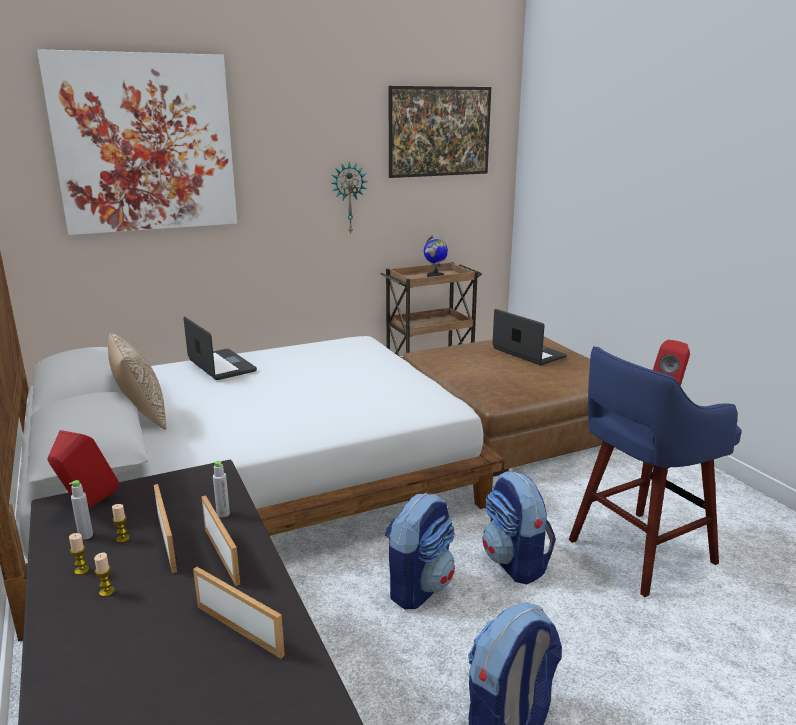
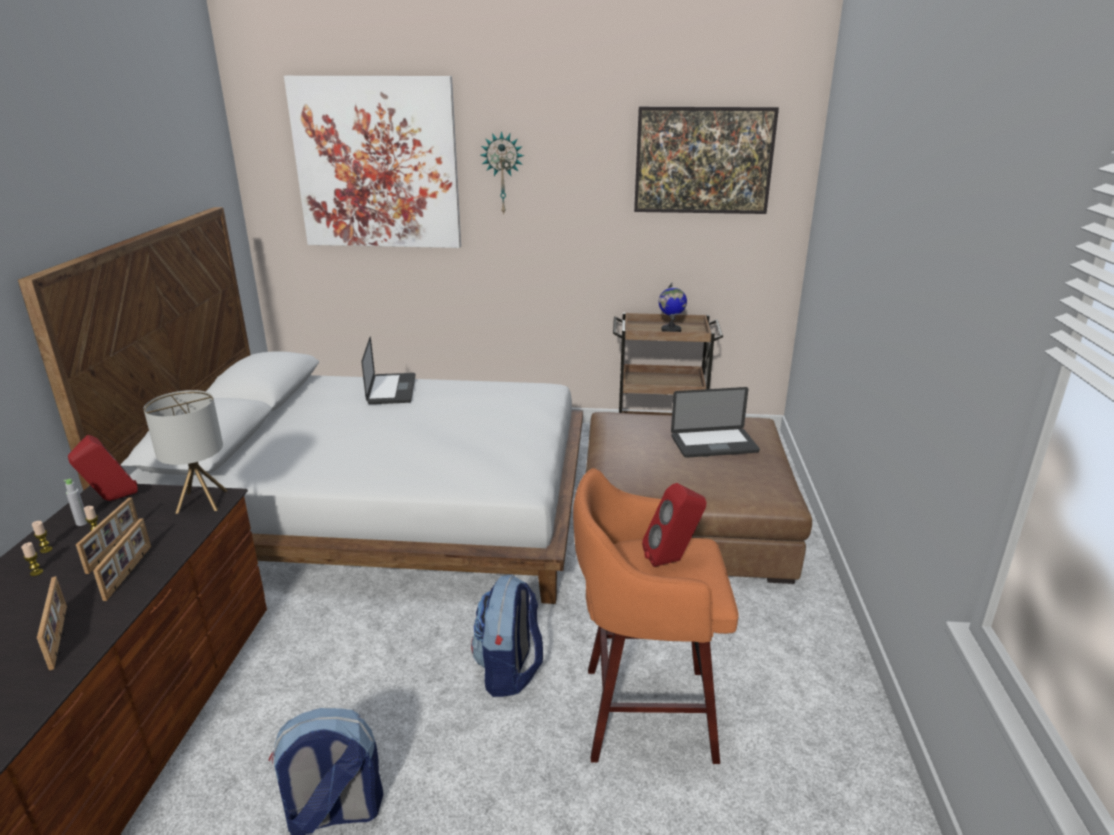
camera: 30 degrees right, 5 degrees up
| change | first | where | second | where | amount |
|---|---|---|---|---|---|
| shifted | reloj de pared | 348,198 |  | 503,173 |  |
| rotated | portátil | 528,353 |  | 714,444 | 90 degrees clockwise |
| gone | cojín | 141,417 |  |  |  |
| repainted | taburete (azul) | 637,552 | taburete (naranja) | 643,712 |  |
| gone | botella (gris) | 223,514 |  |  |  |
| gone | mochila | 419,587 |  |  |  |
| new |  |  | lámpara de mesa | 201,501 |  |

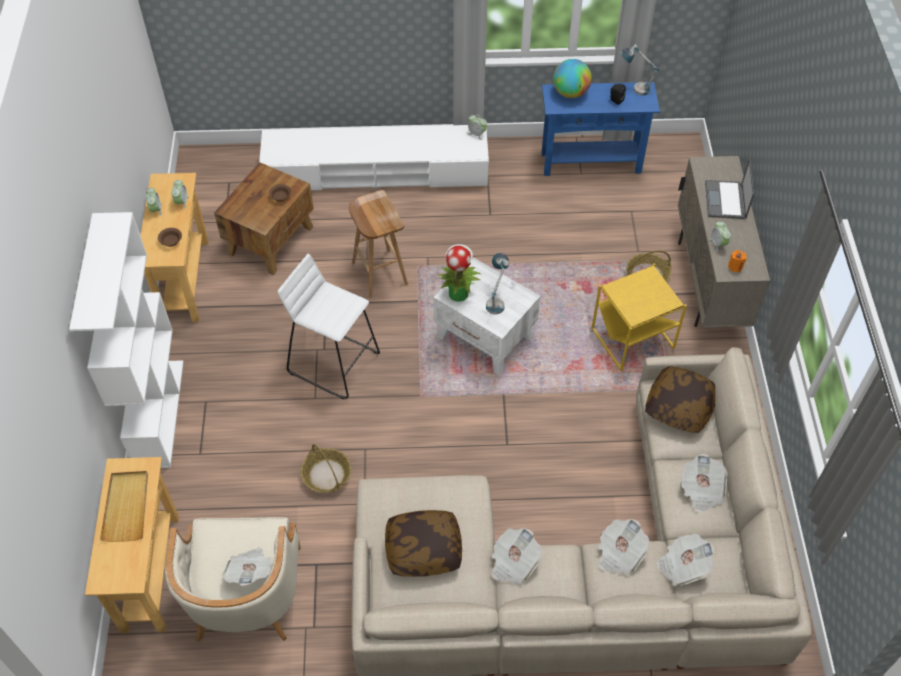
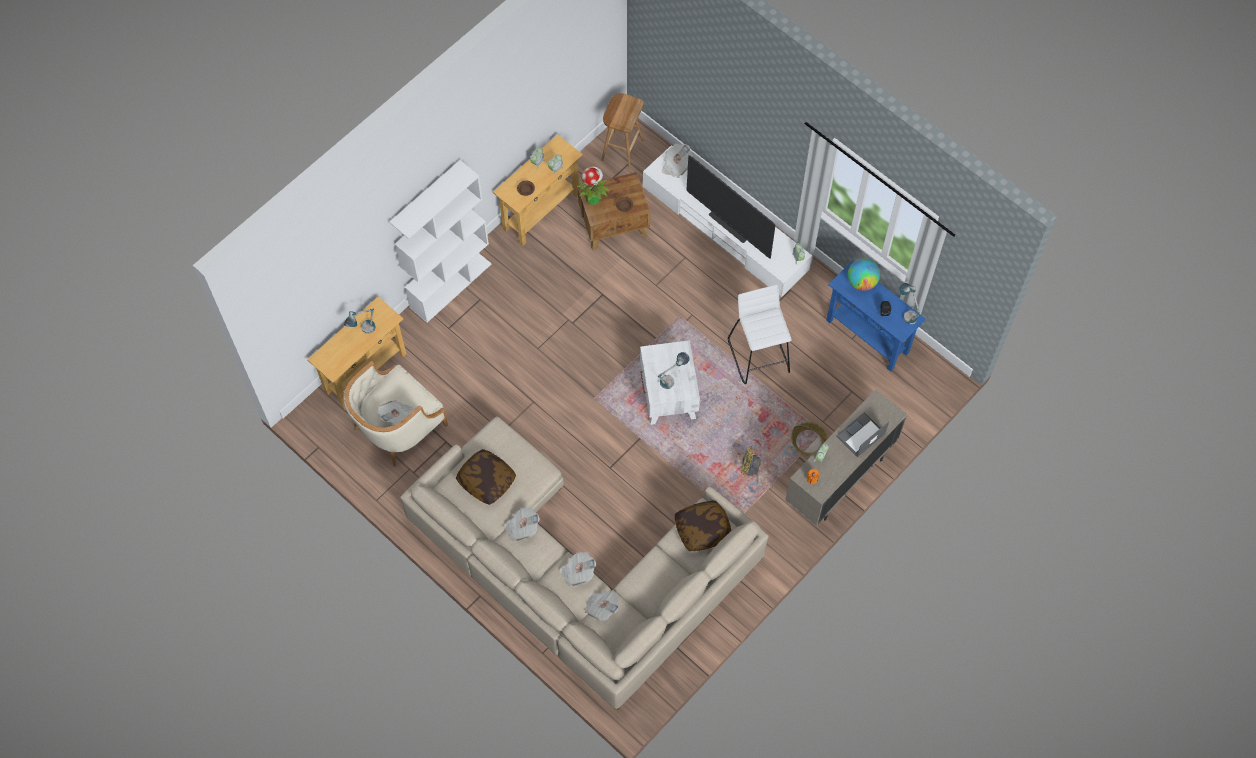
camera: 45 degrees right, 10 degrees up
| change | first | where | second | where | amount |
|---|---|---|---|---|---|
| shifted | taburete (marrón) | 378,273 |  | 622,149 |  |
| shifted | planta en maceta | 458,293 |  | 593,198 |  |
| shifted | taburete (blanco) | 333,362 |  | 759,355 |  |
| swapped | mesa auxiliar (amarillo) | 633,338 | ventilador (amarillo) | 752,472 |  |
| gone | cesta | 326,474 |  |  |  |
| shifted | periódico | 701,490 |  | 676,165 |  |
| swapped | bandeja (beis) | 126,507 | lámpara de mesa | 363,331 |  |
| new |  |  | televisor | 728,226 |  |

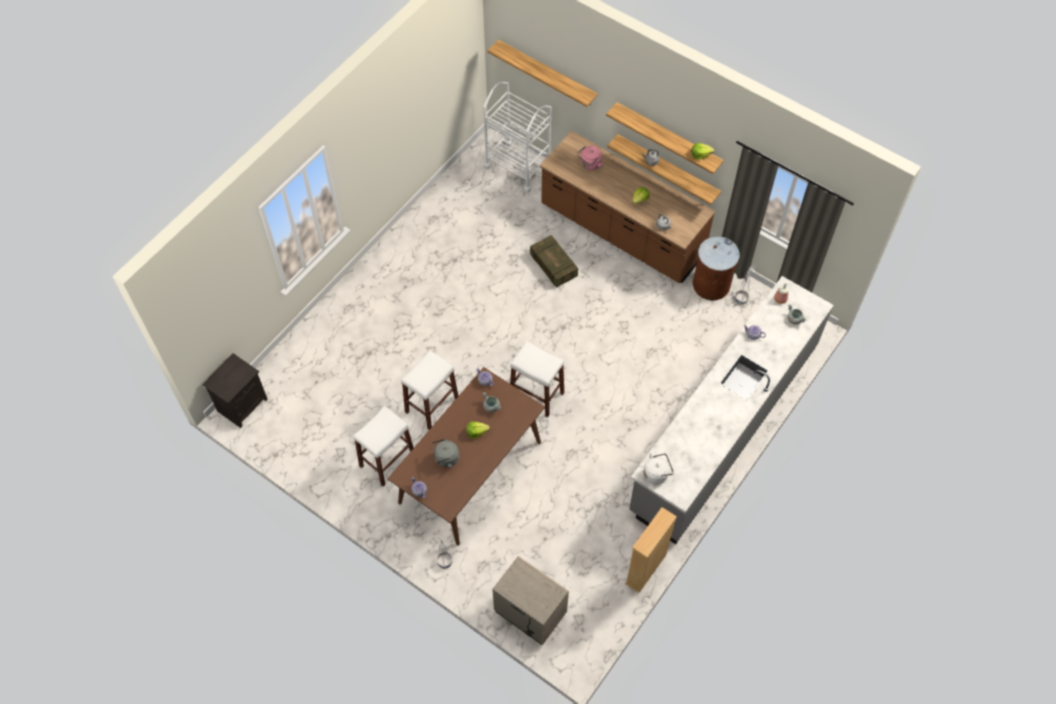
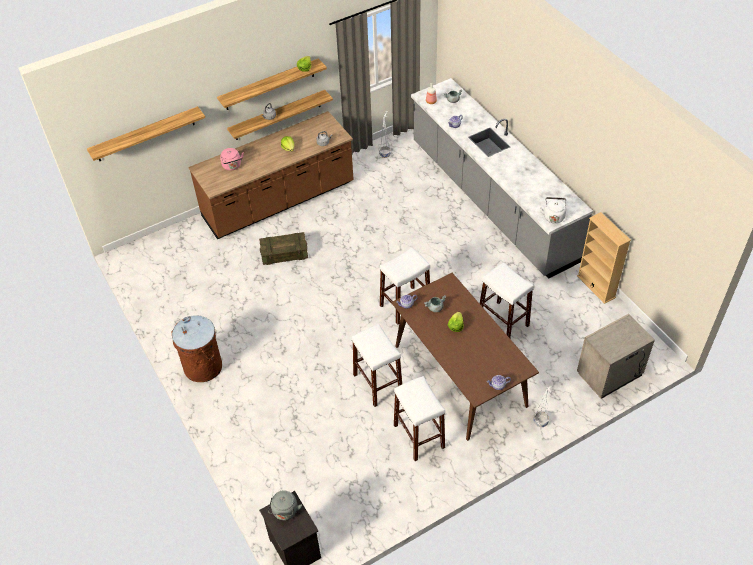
camera: 65 degrees left, 10 degrees down
| change | first | where | second | where | amount |
|---|---|---|---|---|---|
| gone | carrito (blanco) | 518,167 |  |  |  |
| shifted | papelera (marrón) | 711,285 |  | 203,367 |  |
| shifted | hervidor (gris) | 445,458 |  | 285,512 |  |
| new |  |  | taburete (blanco) | 503,321 |  |

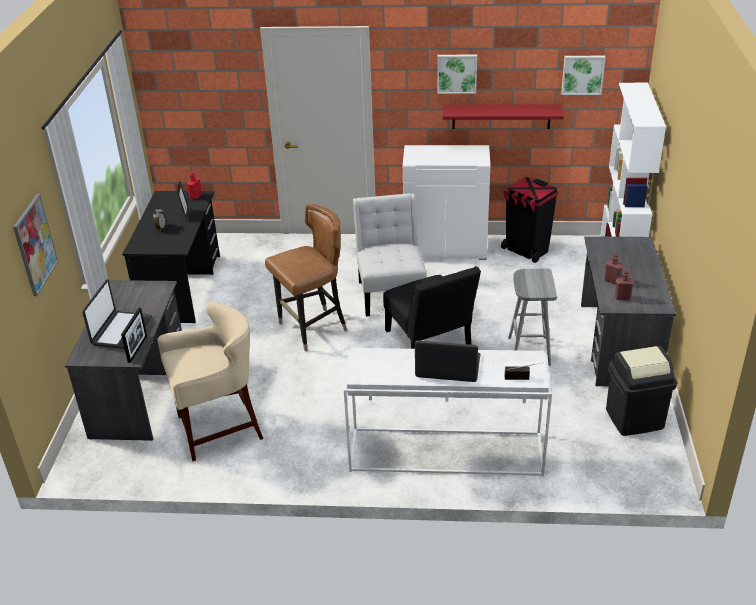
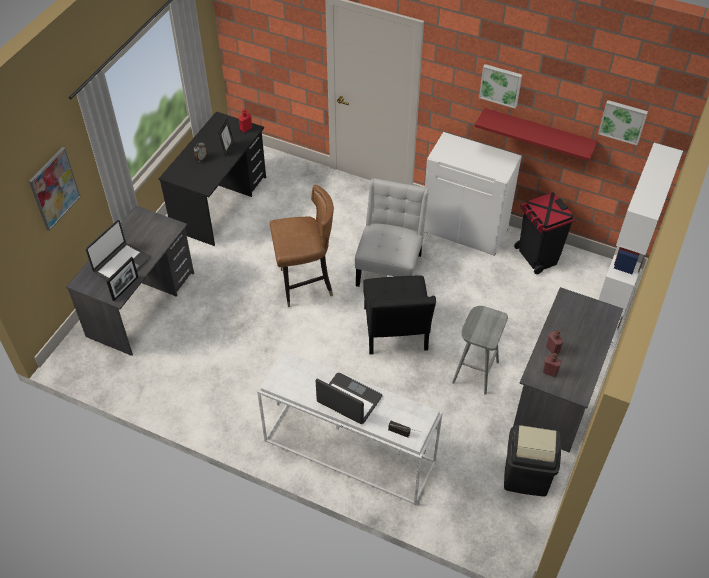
camera: 20 degrees right, 15 degrees up
| change | first | where | second | where | amount |
|---|---|---|---|---|---|
| gone | taburete (beis) | 218,429 |  |  |  |

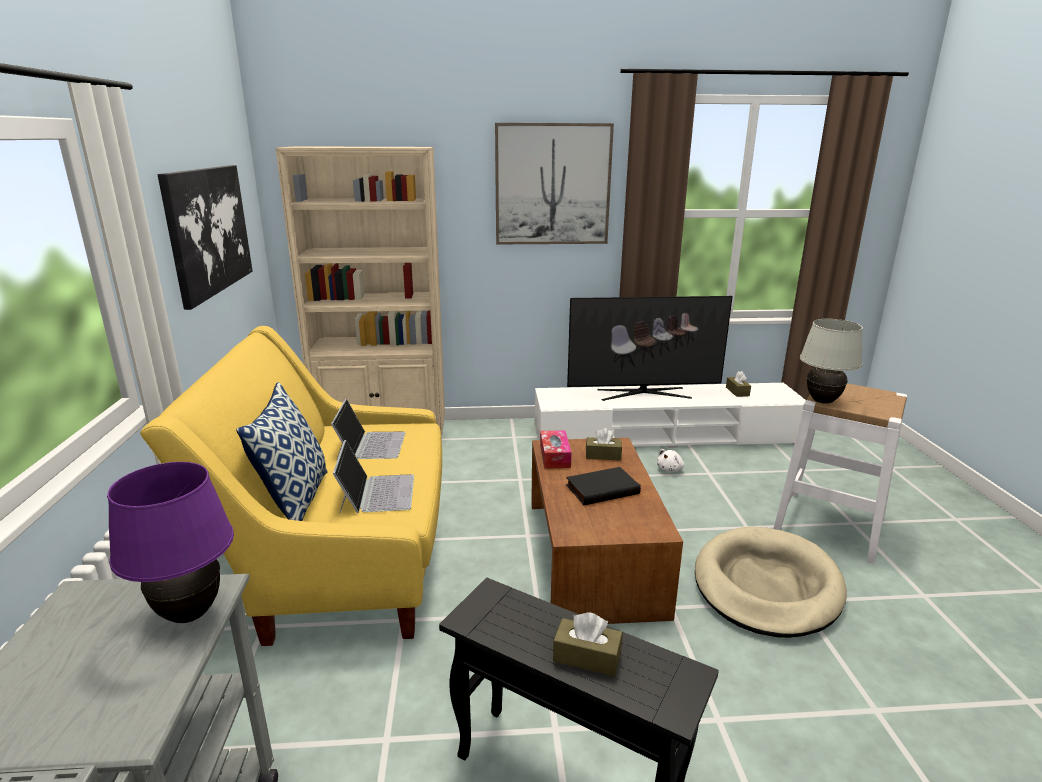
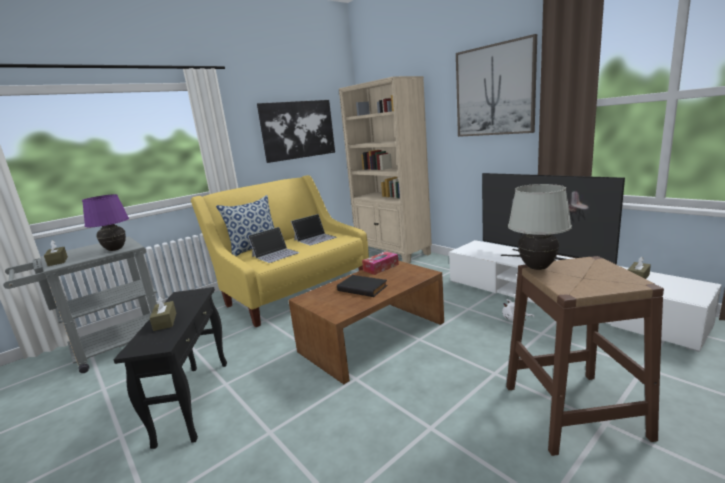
camera: 55 degrees right, 5 degrees down
| change | first | where | second | where | amount |
|---|---|---|---|---|---|
| repainted | taburete (blanco) | 829,525 | taburete (marrón) | 573,411 |  |
| shifted | caja de pañuelos (marrón) | 603,455 |  | 58,261 |  |
| gone | cama para perro (beis) | 766,586 |  |  |  |

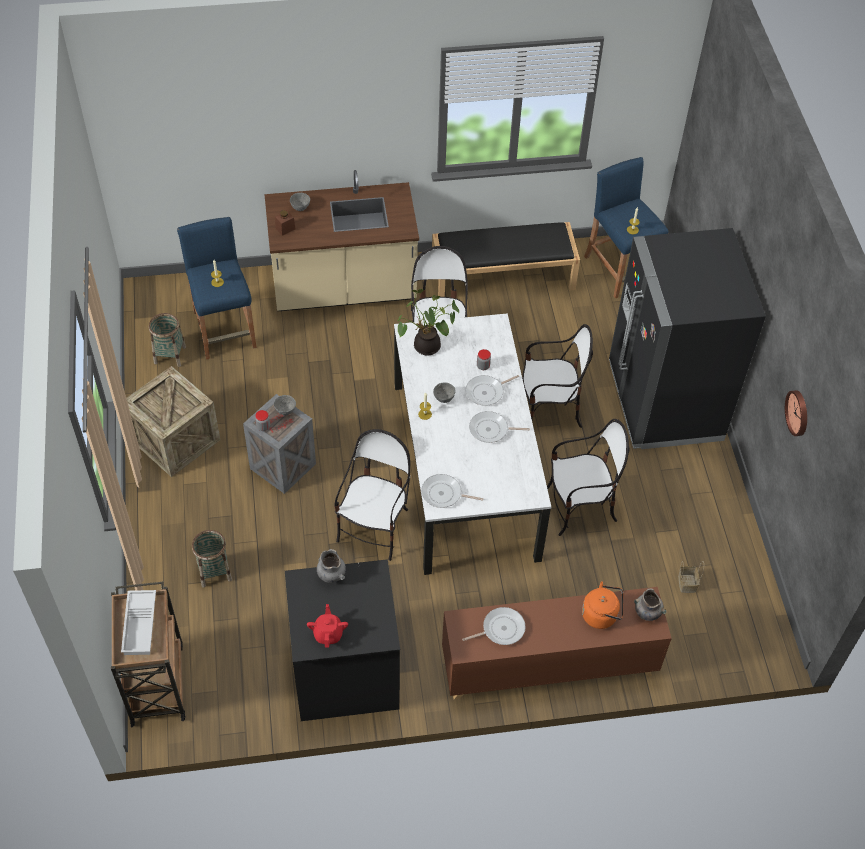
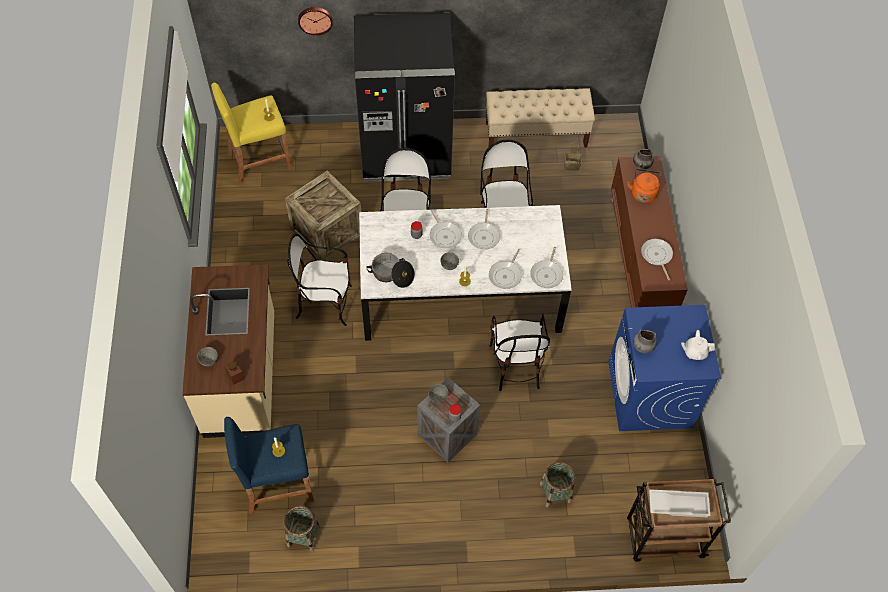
camera: 85 degrees left, 5 degrees up
| change | first | where | second | where | amount |
|---|---|---|---|---|---|
| repainted | taburete (azul) | 620,269 | taburete (amarillo) | 259,160 |  |
| gone | banco (negro) | 503,276 |  |  |  |
| swapped | planta en maceta | 425,348 | olla | 392,275 |  |
| shifted | caja de embalaje | 175,440 |  | 326,231 |  |
| shifted | reloj de pared | 798,413 |  | 315,19 |  |
| rotated | silla | 375,528 |  | 515,365 | 120 degrees counterclockwise |
| repainted | lavadora (negro) | 344,673 | lavadora (azul) | 650,394 |  |
| repainted | tetera (rojo) | 328,633 | tetera (blanco) | 695,352 |  |
| new |  |  | banco (beis) | 536,134 |  |
| new |  |  | sartén | 506,275 |  |

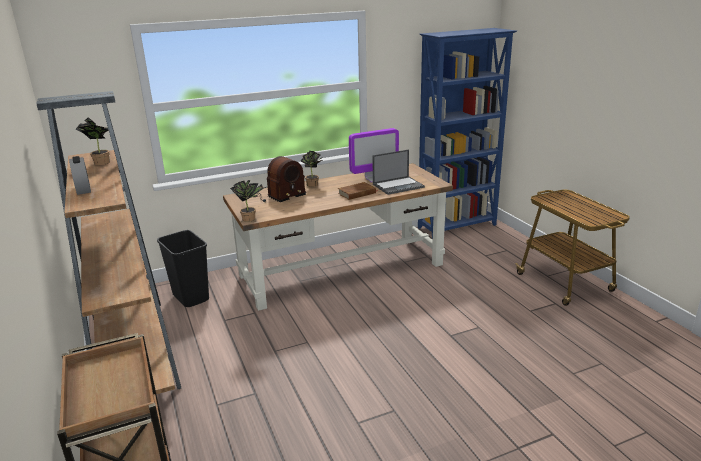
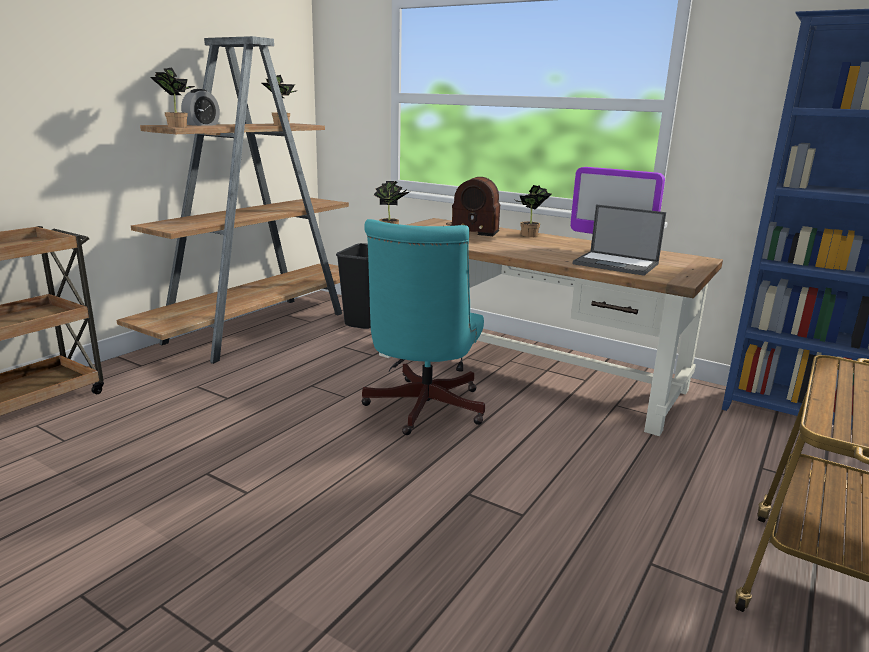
camera: 55 degrees right, 5 degrees down
| change | first | where | second | where | amount |
|---|---|---|---|---|---|
| gone | libro (marrón) | 357,193 |  |  |  |
| new |  |  | planta en maceta | 177,126 |  |
| new |  |  | silla de oficina (turquesa) | 422,410 |  |

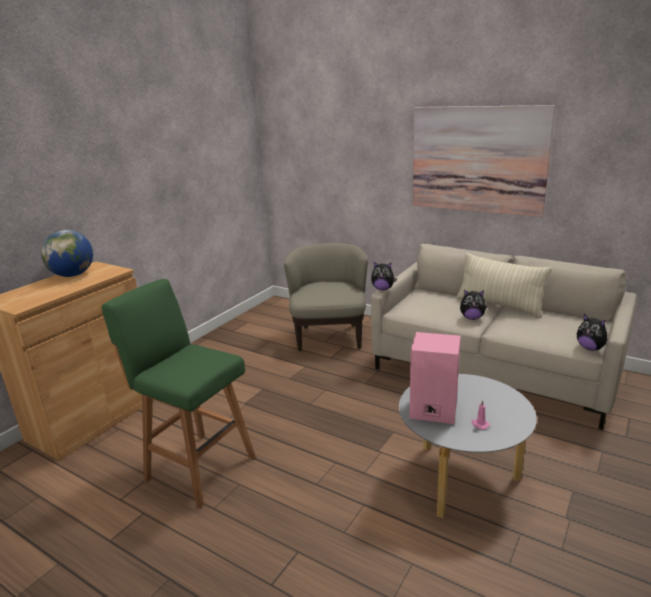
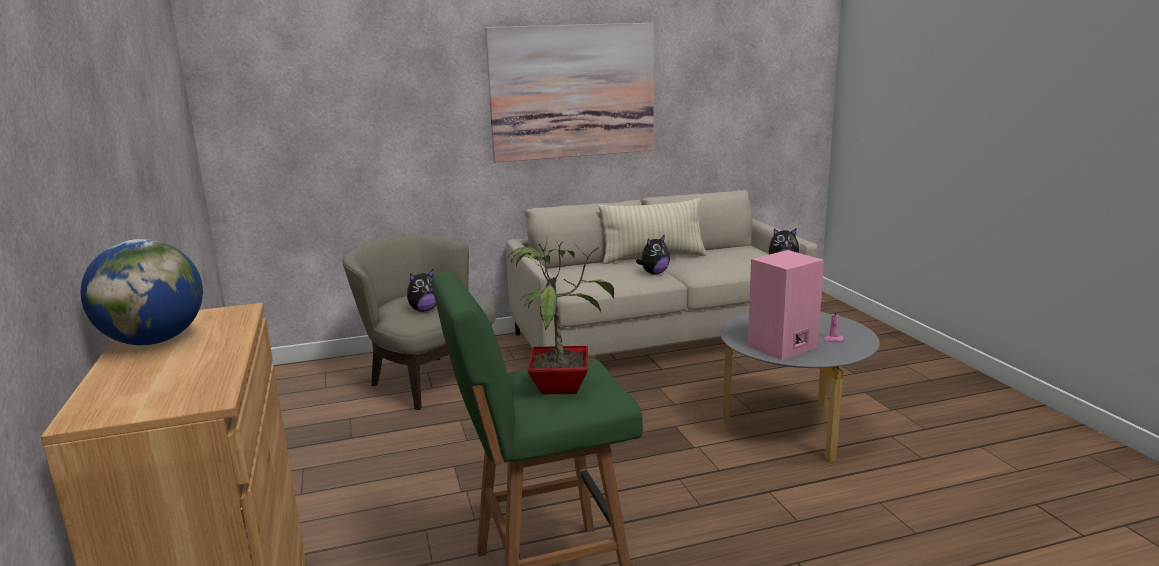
camera: 50 degrees left, 5 degrees down
| change | first | where | second | where | amount |
|---|---|---|---|---|---|
| shifted | peluche | 383,289 |  | 424,310 |  |
| new |  |  | planta en maceta | 560,385 |  |

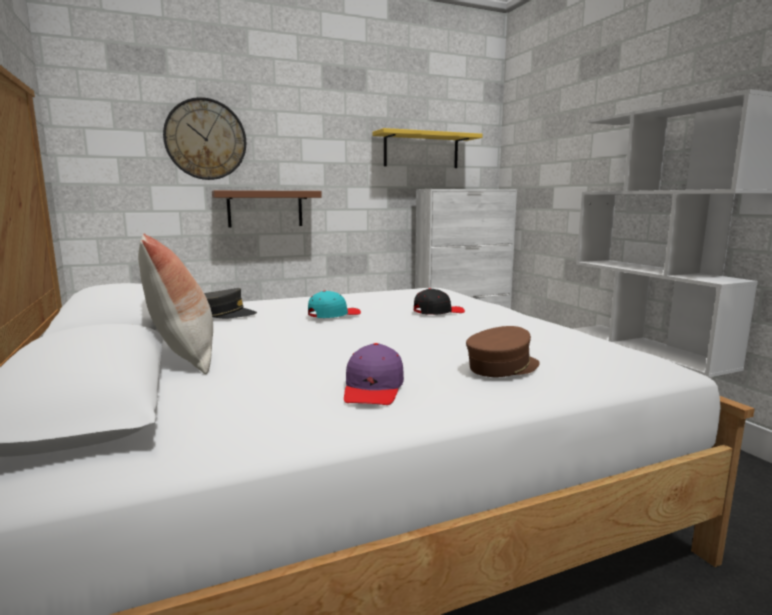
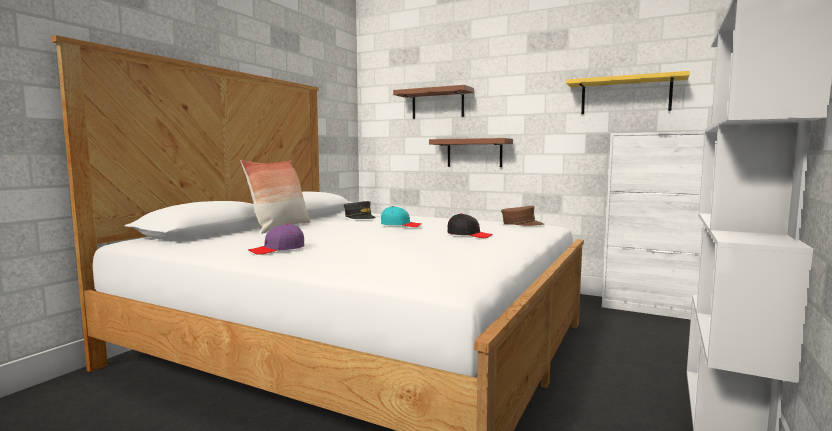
camera: 50 degrees right, 5 degrees down
| change | first | where | second | where | amount |
|---|---|---|---|---|---|
| swapped | reloj de pared | 205,139 | estante (marrón) | 438,104 |  |
| shifted | gorra (marrón) | 502,367 |  | 521,224 |  |

